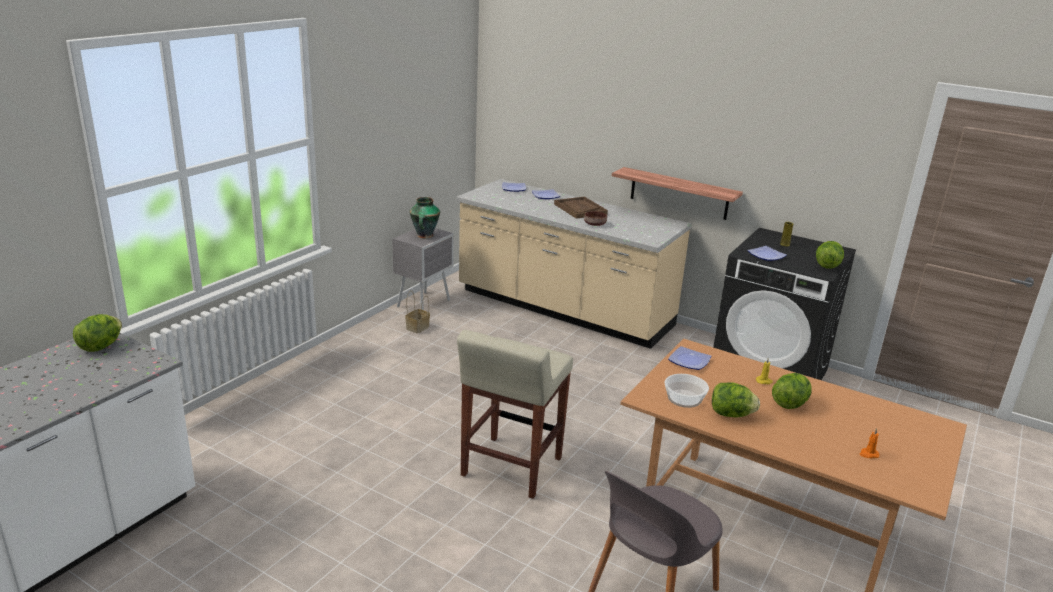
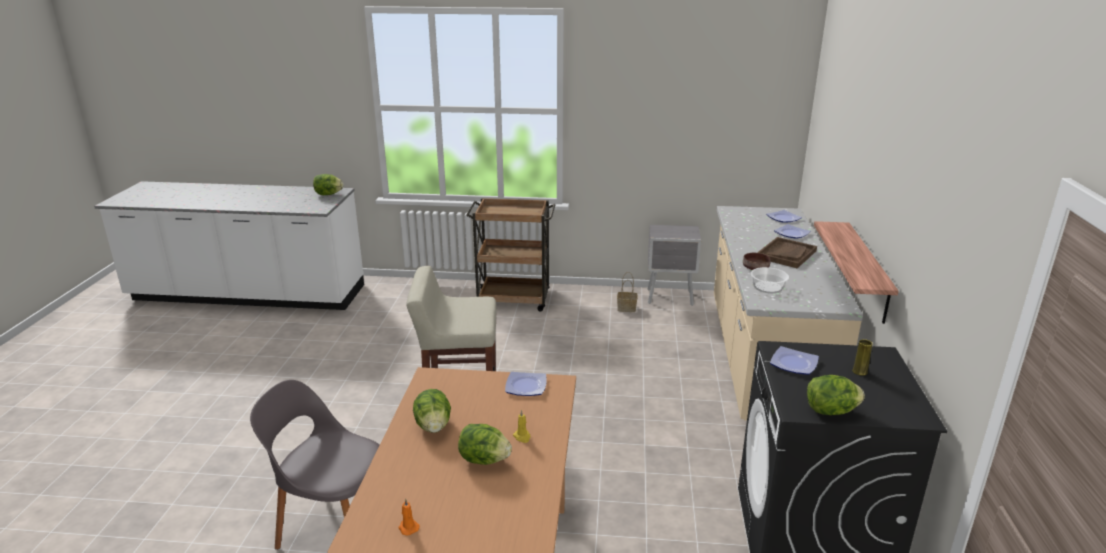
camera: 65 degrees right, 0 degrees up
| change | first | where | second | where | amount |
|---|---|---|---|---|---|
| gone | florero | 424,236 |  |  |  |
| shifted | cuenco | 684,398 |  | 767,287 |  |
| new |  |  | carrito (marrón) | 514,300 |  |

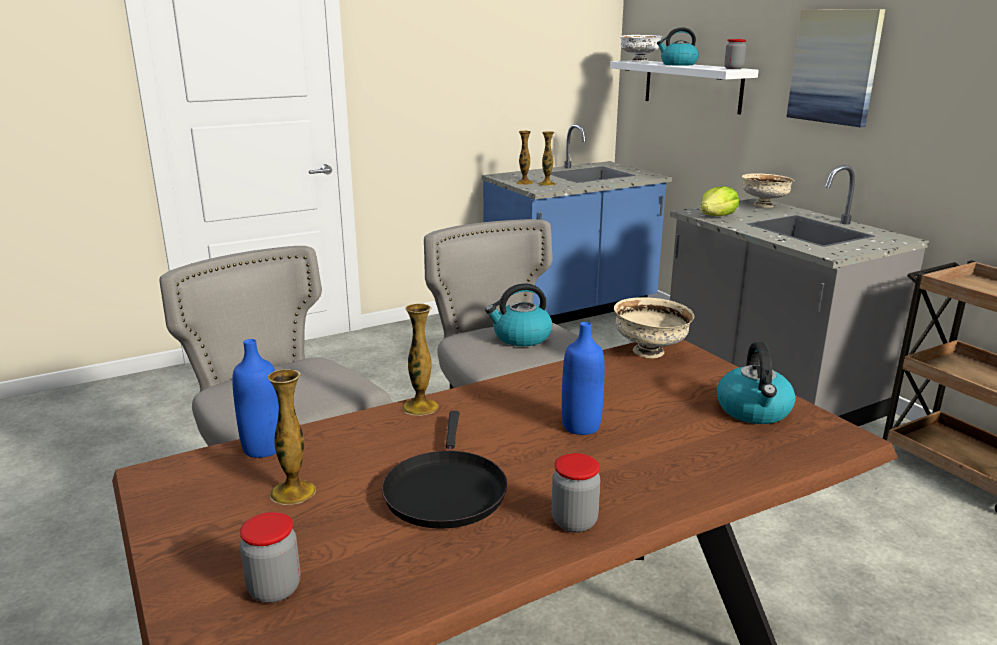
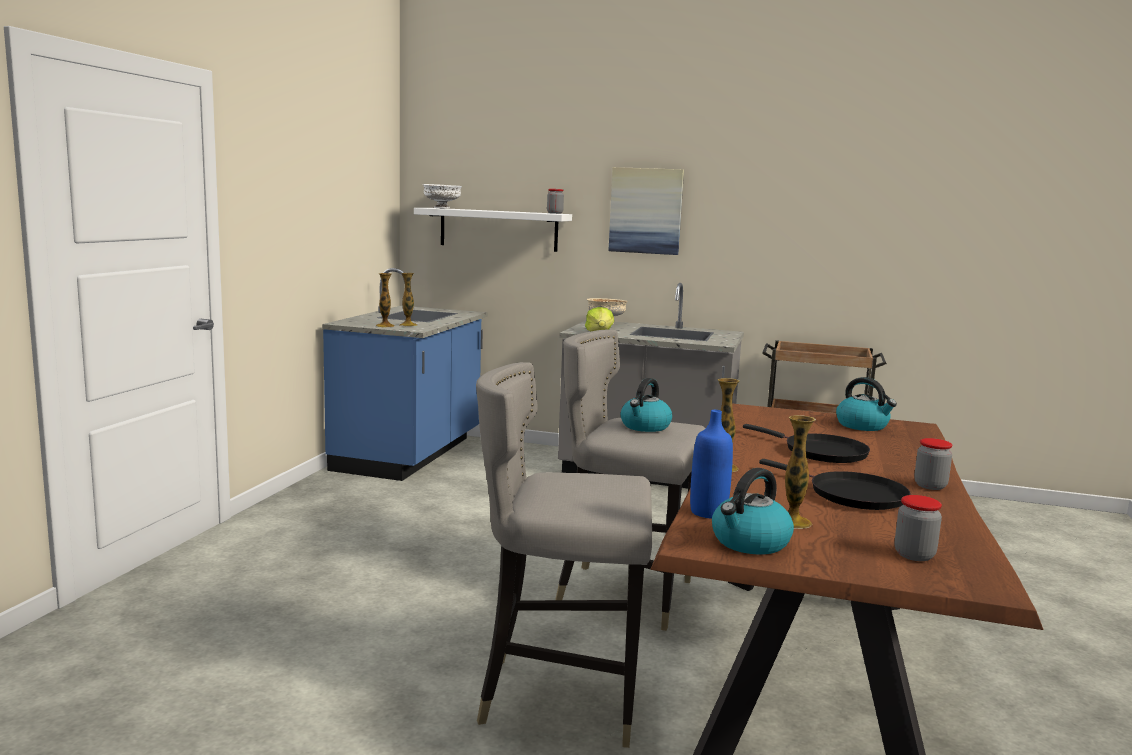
camera: 45 degrees left, 10 degrees down
| change | first | where | second | where | amount |
|---|---|---|---|---|---|
| shifted | hervidor | 678,64 |  | 750,542 |  |
| gone | cuenco (beis) | 650,352 |  |  |  |
| swapped | botella (azul) | 581,426 | sartén (negro) | 820,452 |  |

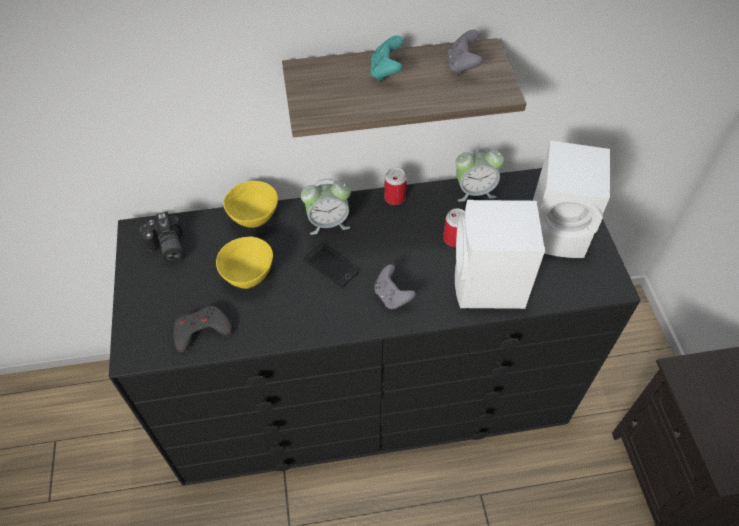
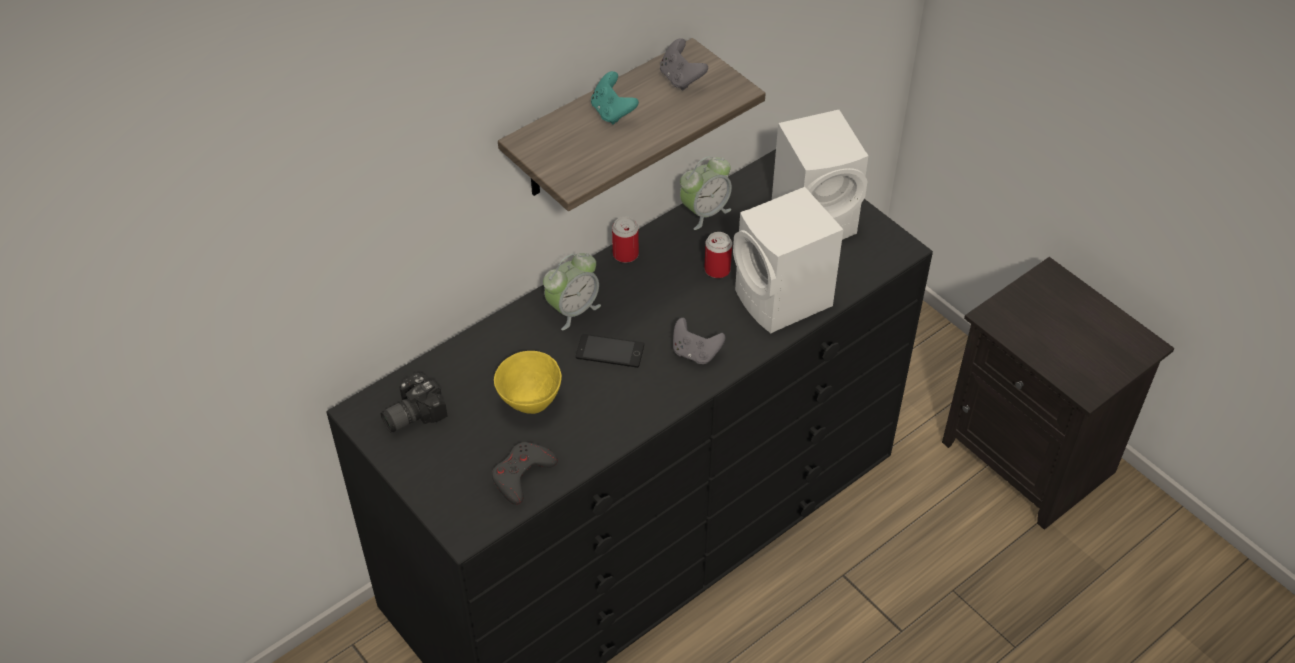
camera: 30 degrees left, 5 degrees down
| change | first | where | second | where | amount |
|---|---|---|---|---|---|
| gone | cuenco (amarillo) | 254,220 |  |  |  |
| rotated | cámara | 166,247 |  | 411,413 | 105 degrees clockwise |

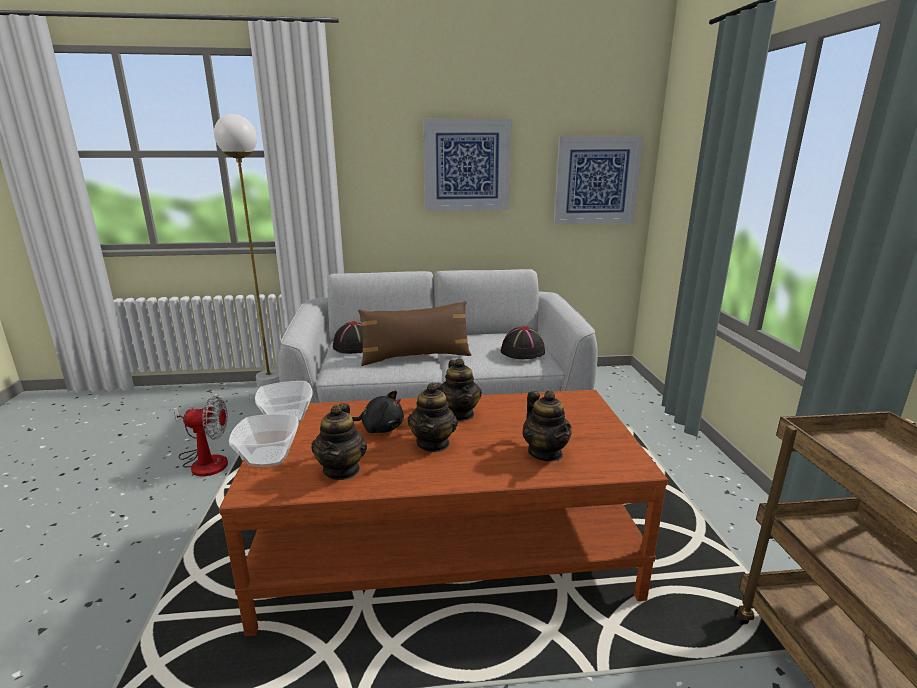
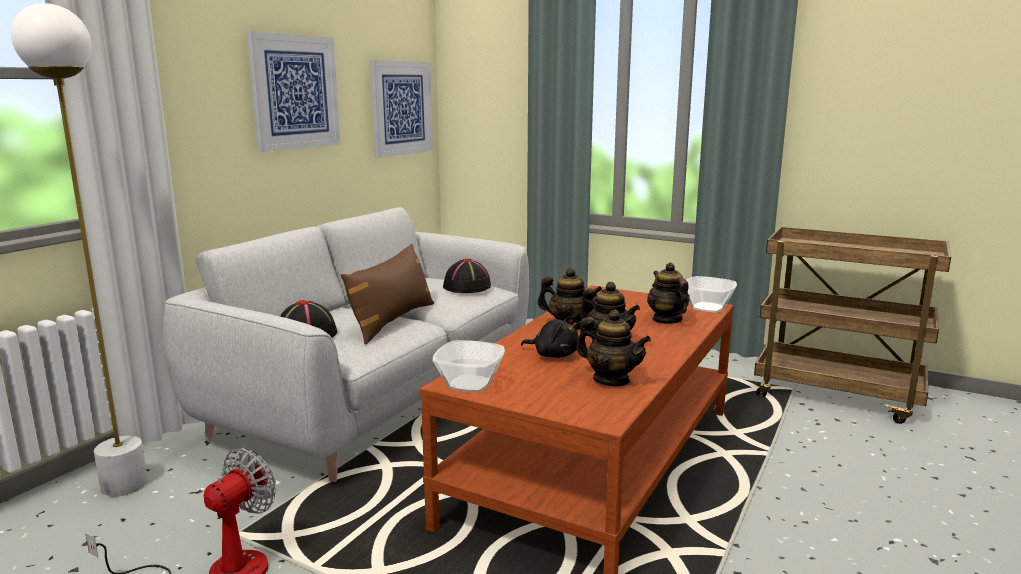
camera: 55 degrees left, 5 degrees down
| change | first | where | second | where | amount |
|---|---|---|---|---|---|
| rotated | peluche (negro) | 380,428 |  | 554,355 | 75 degrees clockwise |
| rotated | tetera | 545,452 |  | 667,320 | 120 degrees counterclockwise |
| shifted | cuenco | 268,456 |  | 707,308 |  |

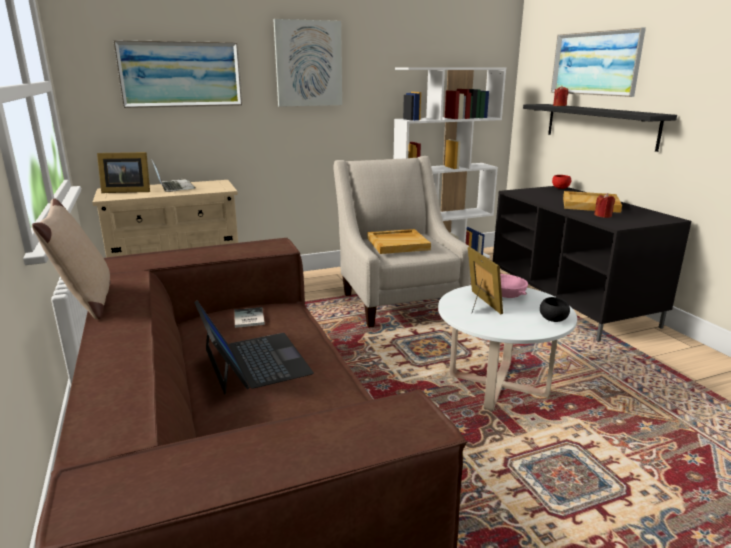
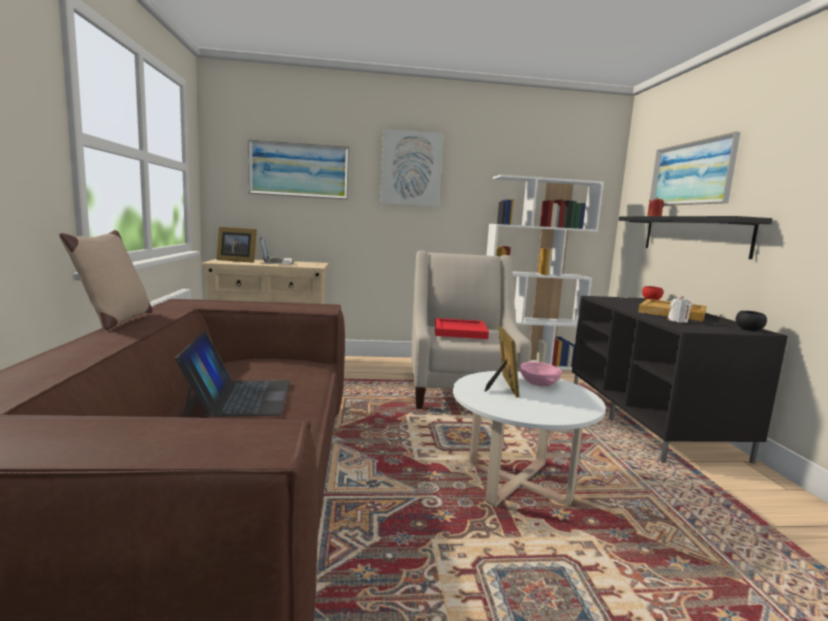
camera: 15 degrees right, 10 degrees down
| change | first | where | second | where | amount |
|---|---|---|---|---|---|
| repainted | vela (rojo) | 603,216 | vela (blanco) | 678,321 |  |
| repainted | bandeja (beis) | 398,244 | bandeja (rojo) | 460,331 |  |
| shifted | cuenco (negro) | 553,320 |  | 748,330 |  |
| gone | libro | 248,319 |  |  |  |

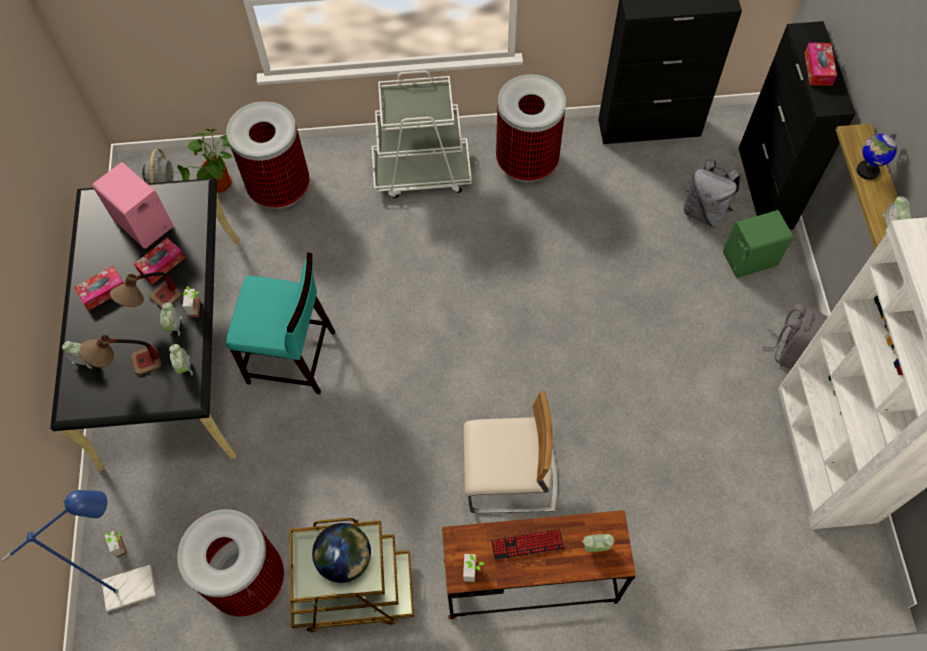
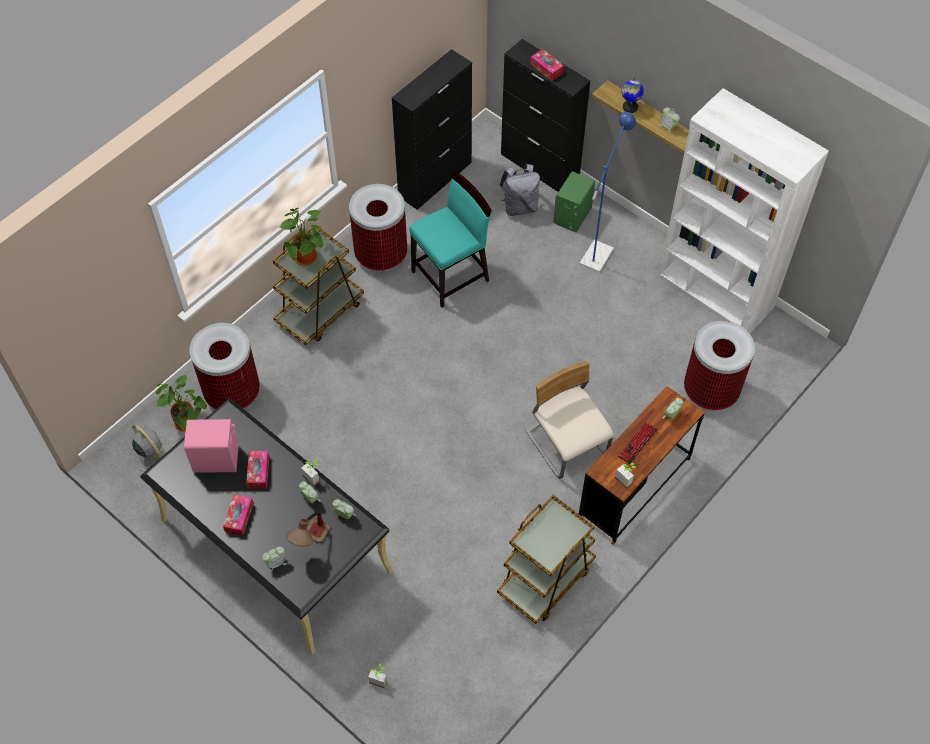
camera: 45 degrees left, 5 degrees down
| change | first | where | second | where | amount |
|---|---|---|---|---|---|
| repainted | carrito (blanco) | 422,173 | carrito (marrón) | 320,312 |  |
| shifted | silla (turquesa) | 292,358 |  | 451,276 |  |
| gone | lámpara de mesa | 154,306 |  |  |  |
| gone | mochila (gris) | 790,349 |  |  |  |
| rotated | silla (beis) | 511,478 |  | 567,444 | 75 degrees counterclockwise |
| shifted | lámpara de pie (azul) | 139,584 |  | 599,251 |  |
| shifted | papelera | 248,580 |  | 711,391 |  |
| gone | globo terráqueo | 345,559 |  |  |  |
| new |  |  | planta en maceta | 307,259 |  |

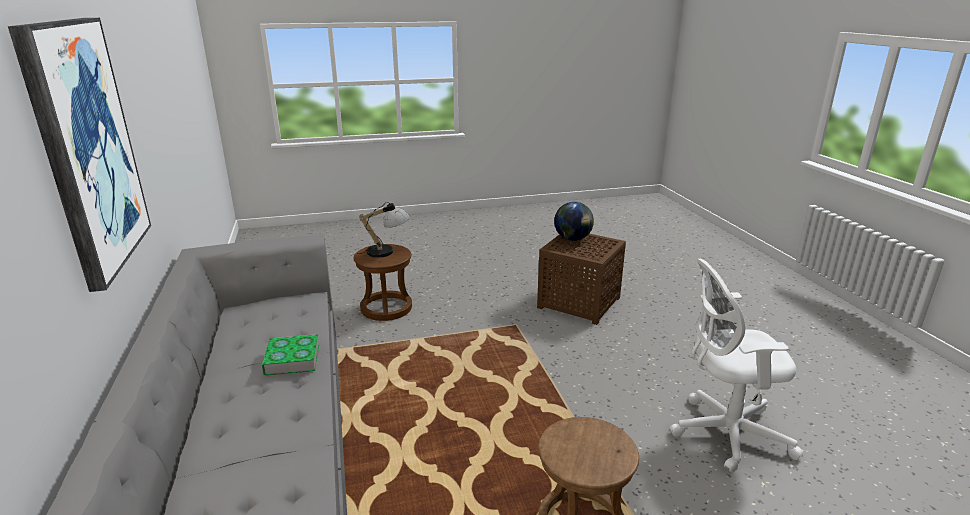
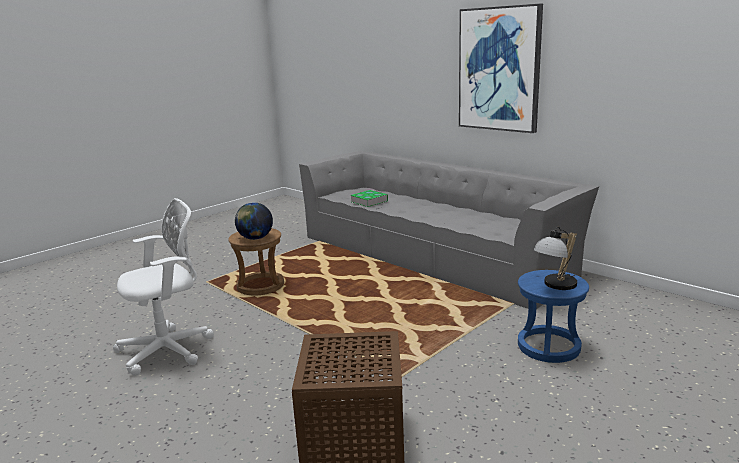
camera: 150 degrees right, 5 degrees down
| change | first | where | second | where | amount |
|---|---|---|---|---|---|
| shifted | globo terráqueo | 573,239 |  | 255,238 |  |
| repainted | taburete (marrón) | 386,308 | taburete (azul) | 549,346 |  |
| shifted | libro | 292,359 |  | 369,201 |  |

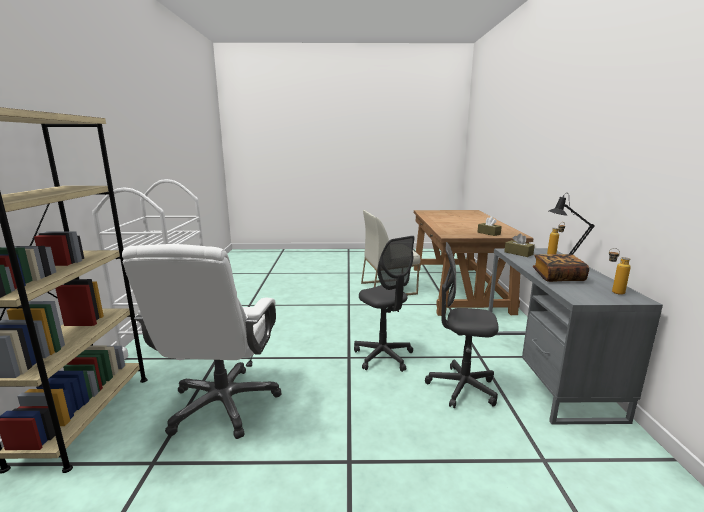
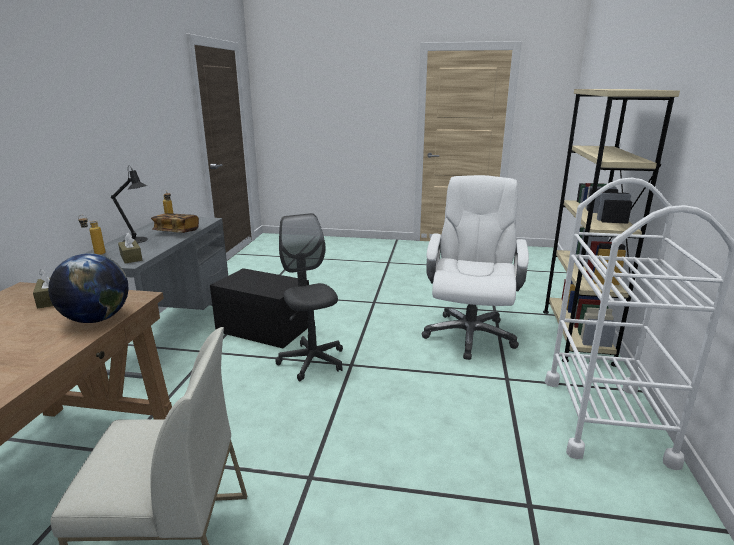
camera: 170 degrees left, 5 degrees up
| change | first | where | second | where | amount |
|---|---|---|---|---|---|
| swapped | silla de oficina (gris) | 462,388 | caja de almacenaje (negro) | 264,328 |  |
| new |  |  | globo terráqueo | 96,319 |  |

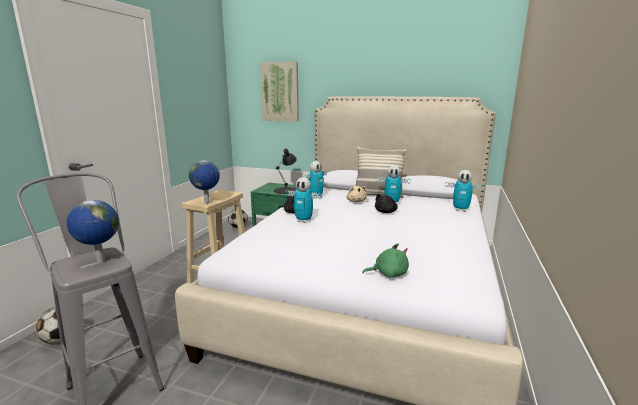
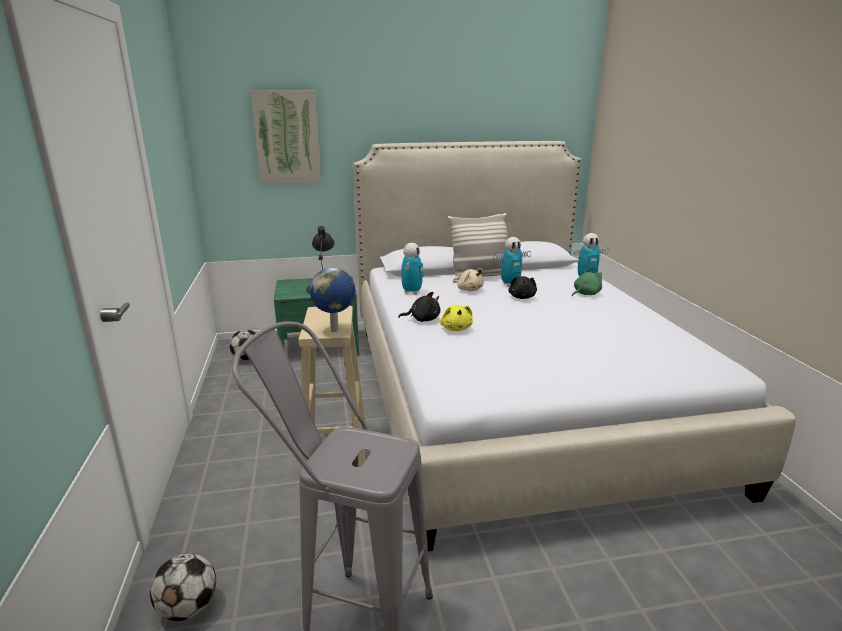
camera: 30 degrees left, 5 degrees up
| change | first | where | second | where | amount |
|---|---|---|---|---|---|
| swapped | robot de juguete | 303,221 | peluche (amarillo) | 456,328 |  |
| gone | globo terráqueo | 100,262 |  |  |  |
| shifted | peluche (verde) | 388,274 |  | 585,294 |  |

